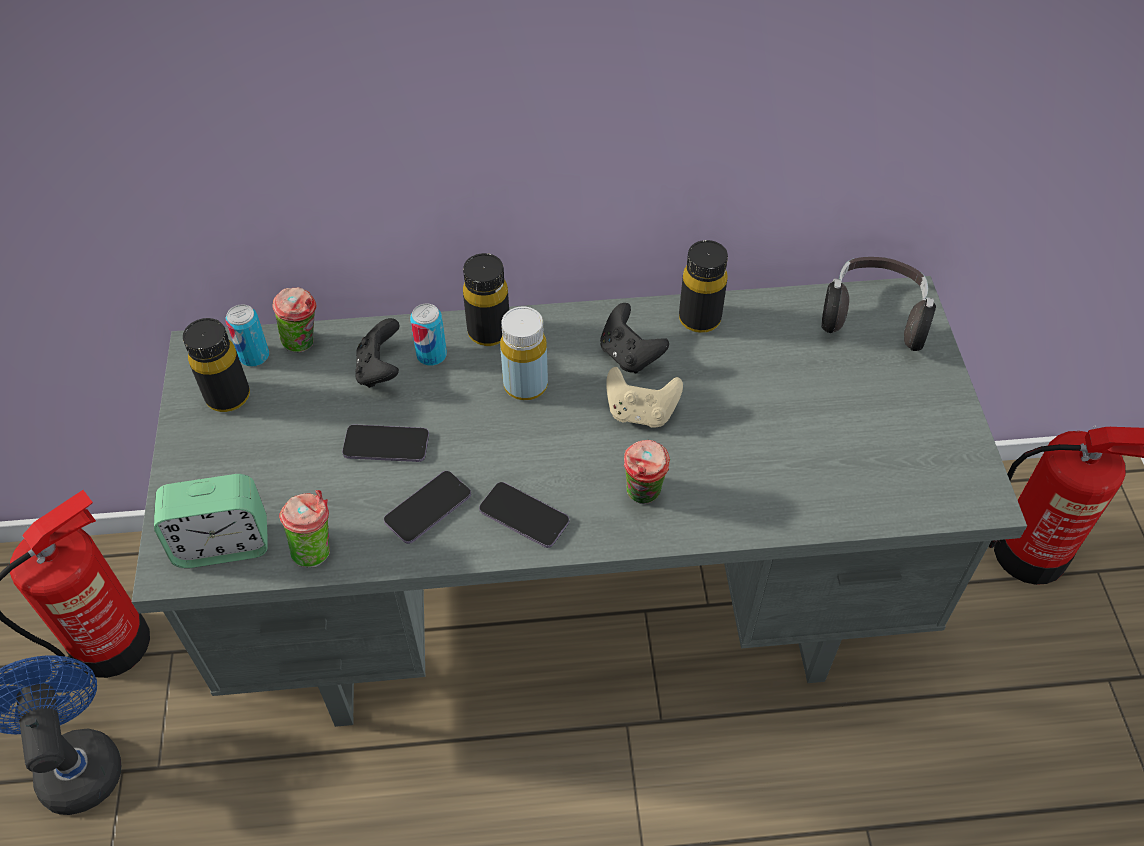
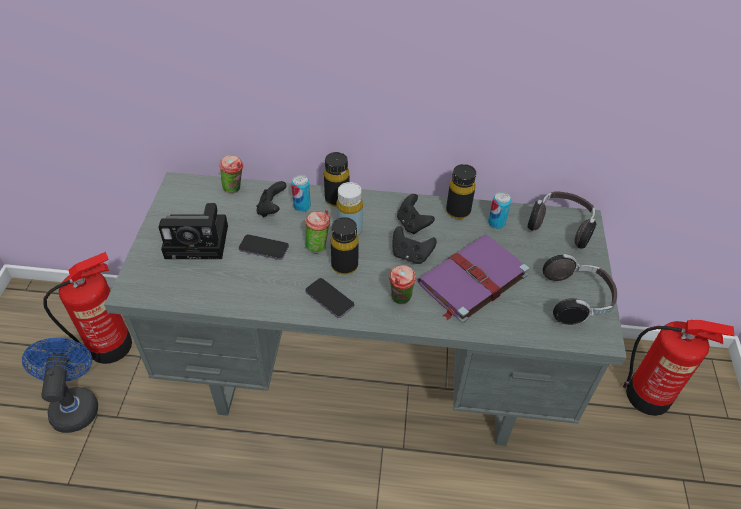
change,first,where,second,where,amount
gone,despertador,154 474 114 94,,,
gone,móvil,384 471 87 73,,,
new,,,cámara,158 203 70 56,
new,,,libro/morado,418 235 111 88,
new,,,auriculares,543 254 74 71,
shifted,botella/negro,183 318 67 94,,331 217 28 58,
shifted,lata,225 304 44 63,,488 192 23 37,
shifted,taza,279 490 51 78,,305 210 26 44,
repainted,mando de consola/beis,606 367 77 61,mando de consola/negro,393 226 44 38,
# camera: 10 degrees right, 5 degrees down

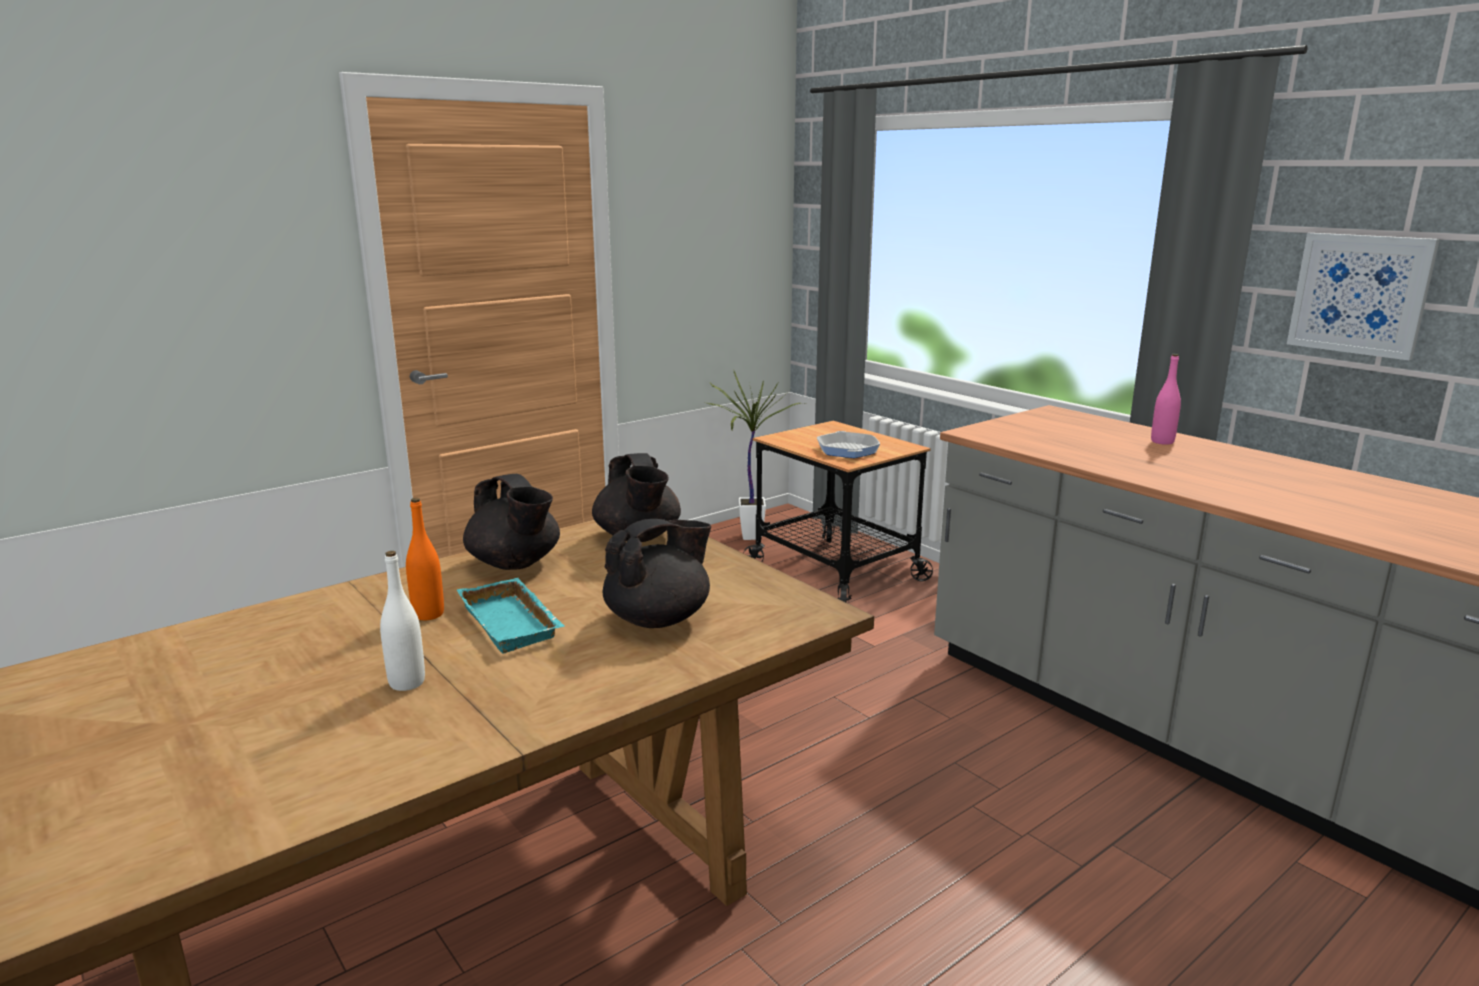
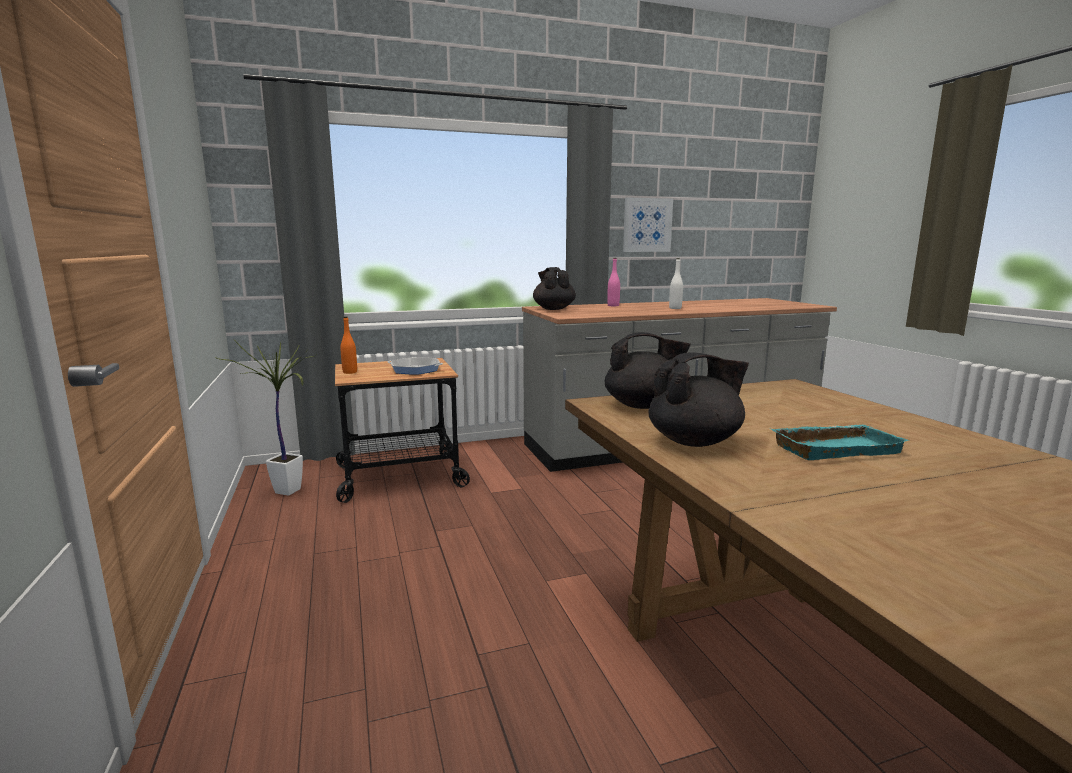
change,first,where,second,where,amount
shifted,botella/blanco,380 551 45 140,,669 258 14 51,
shifted,botella/naranja,406 498 38 122,,340 317 17 57,
shifted,tetera/negro,602 519 109 109,,533 267 43 43,
# camera: 70 degrees left, 5 degrees down

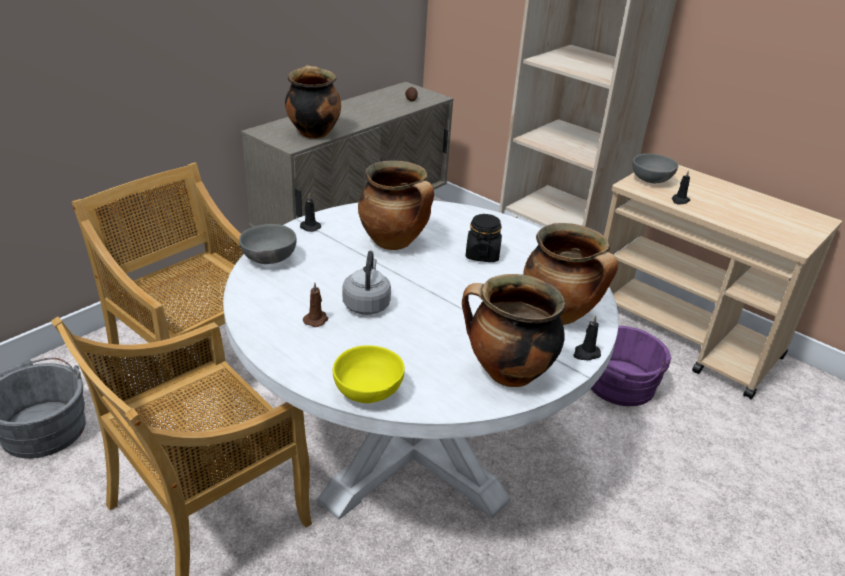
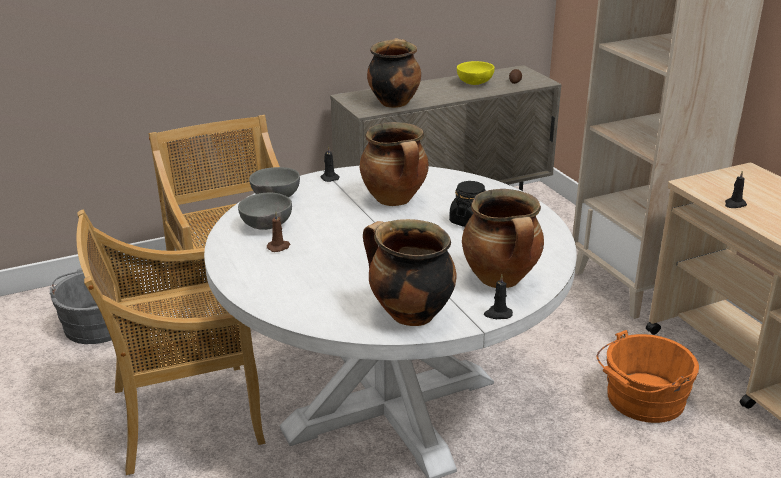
change,first,where,second,where,amount
gone,hervidor/gris,343 251 48 64,,,
shifted,cuenco/amarillo,333 345 72 58,,457 61 38 24,
shifted,cuenco/gris,632 154 46 29,,238 192 54 38,
repainted,cubo/morado,590 326 82 80,cubo/naranja,597 330 102 93,
# camera: 25 degrees right, 5 degrees down

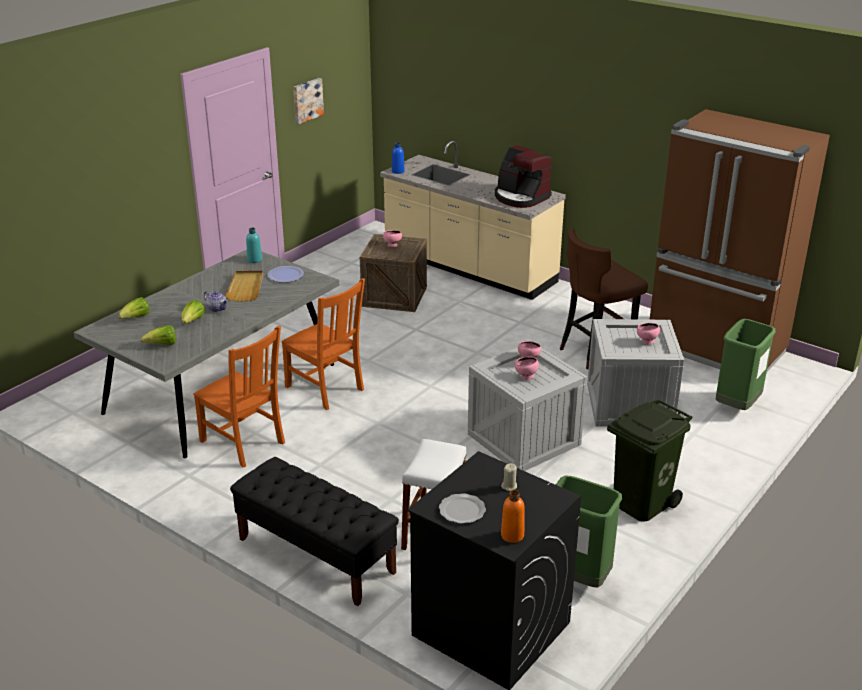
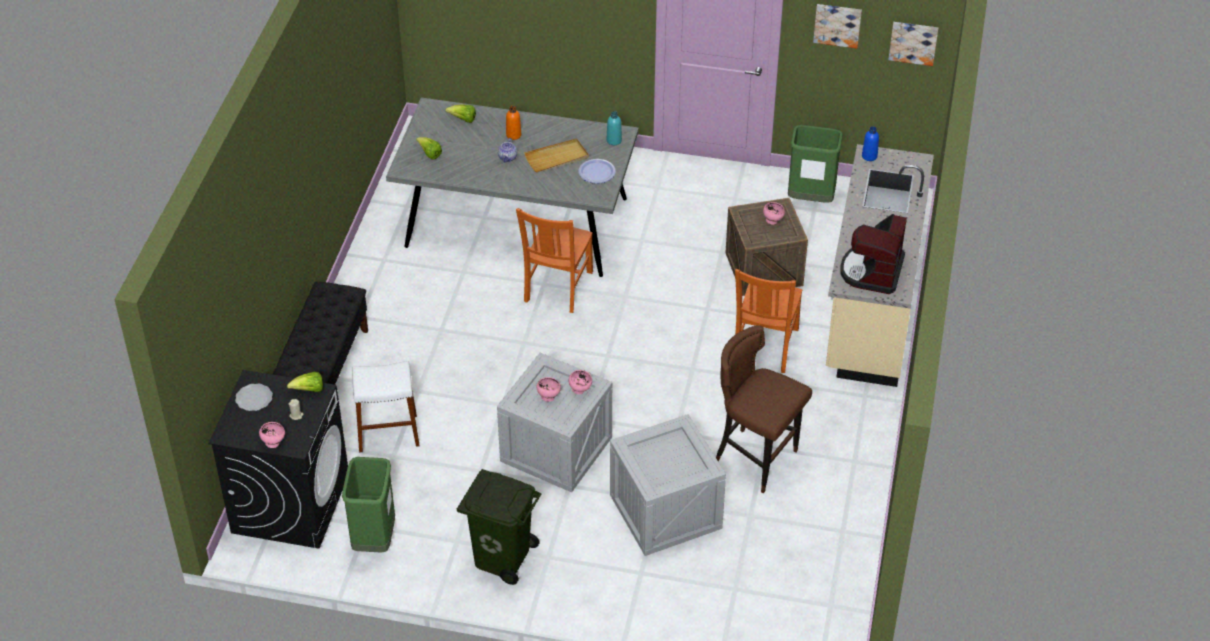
change,first,where,second,where,amount
gone,nevera/marrón,650 109 180 264,,,
new,,,cuadro,888 22 51 44,
shifted,lechuga,181 300 24 24,,287 372 36 20,
shifted,silla/naranja,193 326 92 141,,735 269 67 104,
shifted,botella/naranja,501 490 24 53,,506 106 15 34,
shifted,cuenco/rosa,637 323 23 21,,259 422 26 26,
shifted,papelera/verde,716 319 60 91,,788 125 55 78,
# camera: 65 degrees right, 15 degrees up

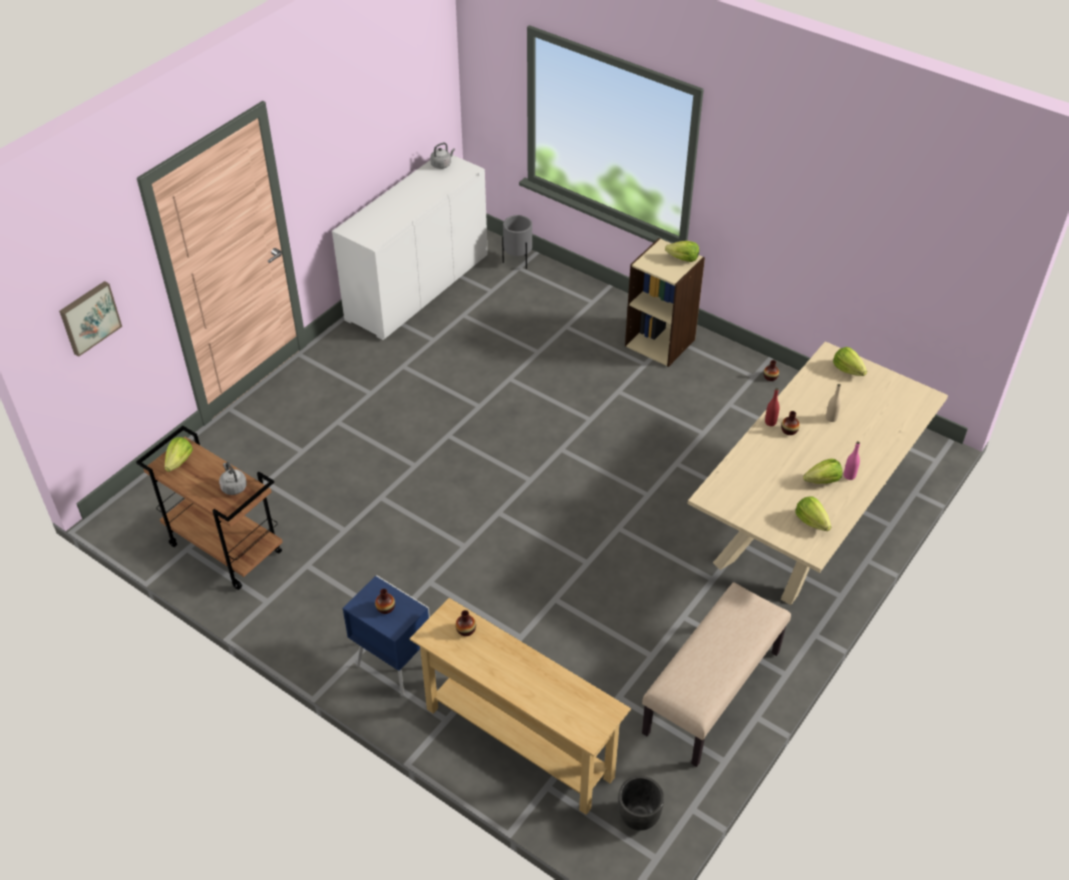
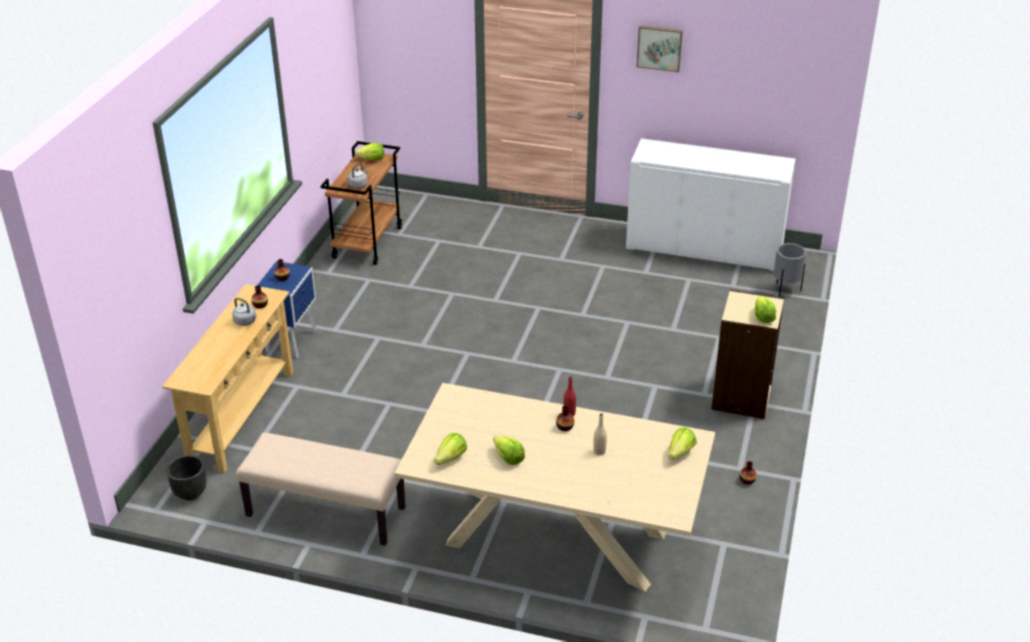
change,first,where,second,where,amount
gone,botella/rosa,844 441 16 39,,,
shifted,cuadro,59 281 63 76,,637 25 46 47,
shifted,hervidor/gris,430 143 25 26,,232 298 25 28,
# camera: 70 degrees right, 10 degrees down

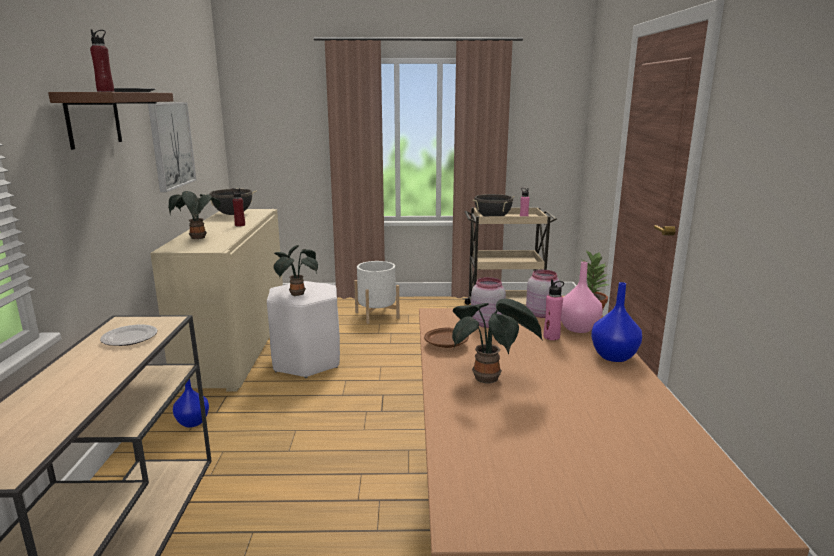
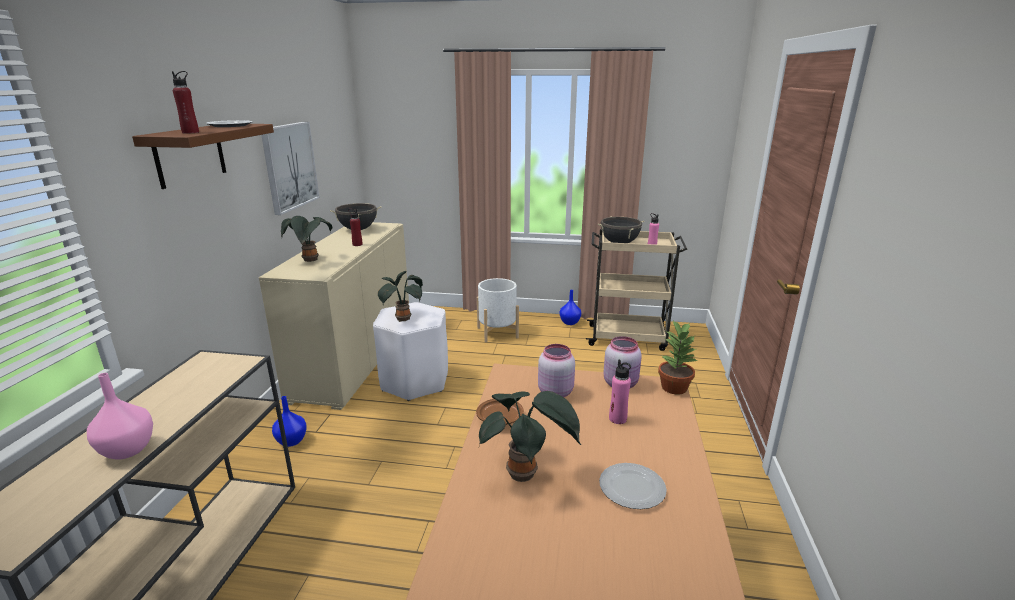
change,first,where,second,where,amount
shifted,plato,100 324 57 22,,599 463 68 46,
shifted,florero/rosa,561 261 42 72,,87 373 66 87,
shifted,florero/azul,591 282 51 80,,560 290 21 35,
# camera: 10 degrees right, 5 degrees up

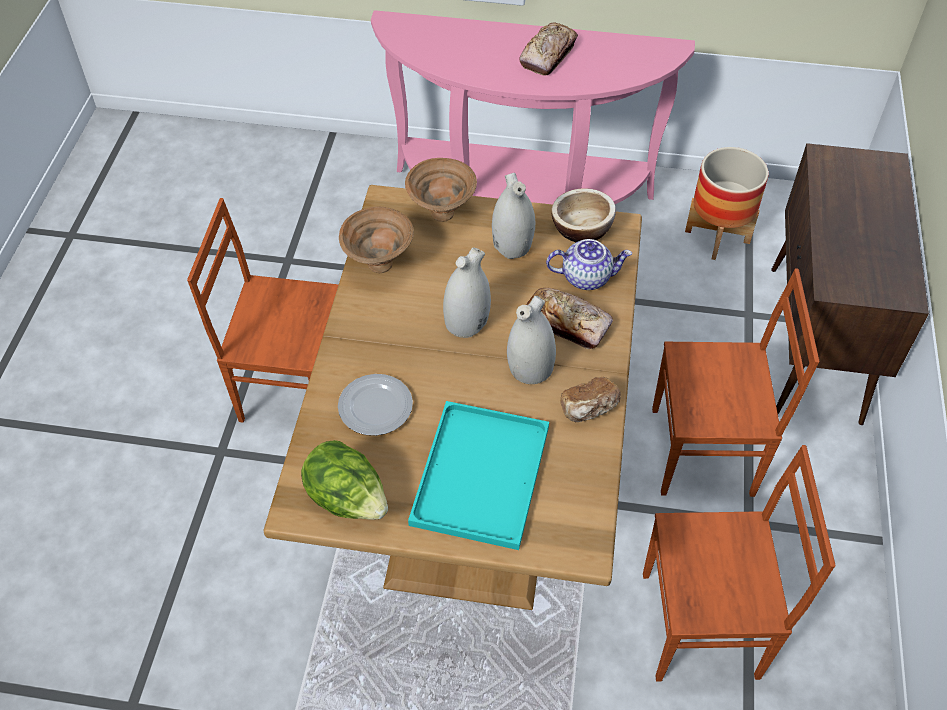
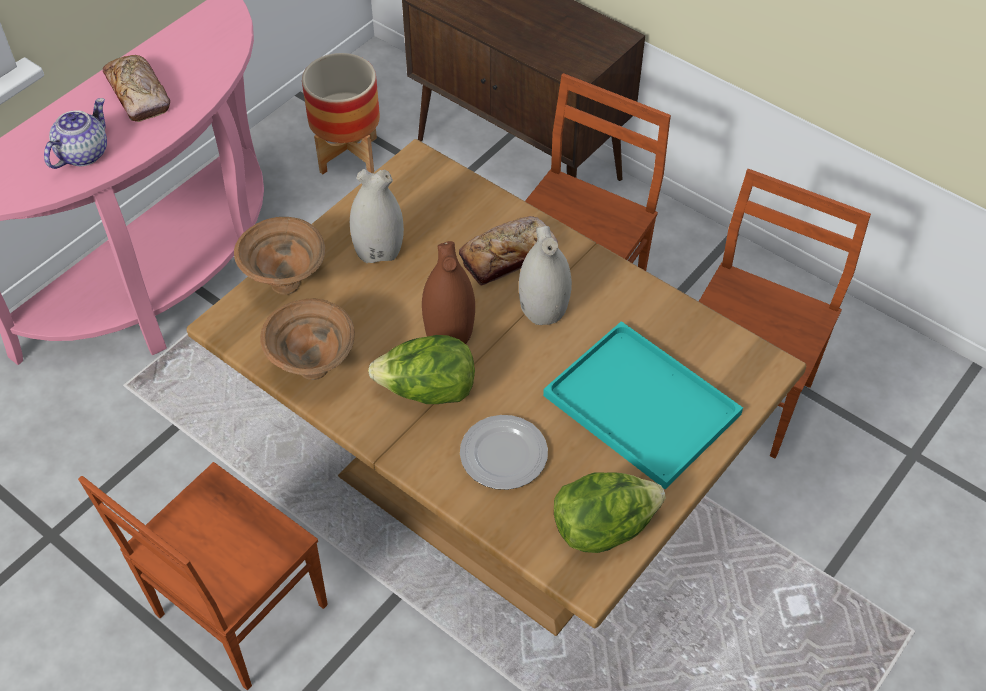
change,first,where,second,where,amount
gone,cuenco,551 188 65 54,,,
gone,pan,560 377 61 45,,,
new,,,lechuga,368 335 107 69,
shifted,tetera,546 239 86 51,,44 98 63 71,
repainted,florero/blanco,443 247 48 91,florero/marrón,422 241 53 103,
# camera: 60 degrees left, 0 degrees up

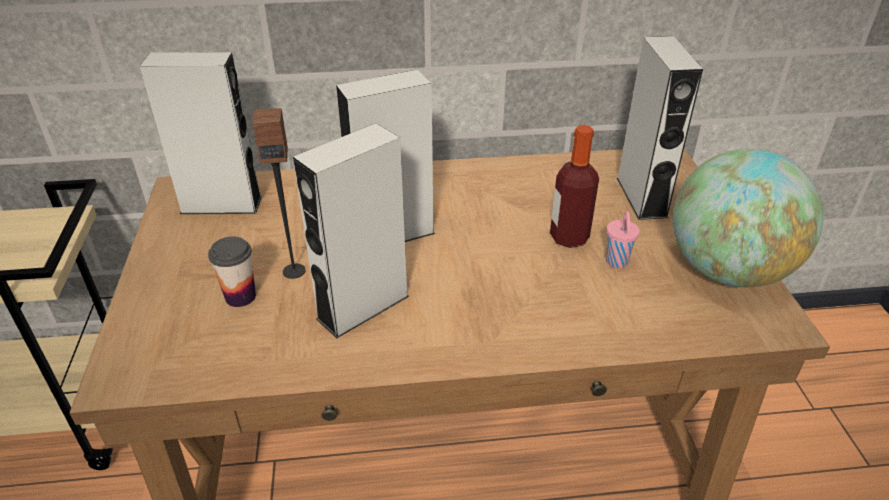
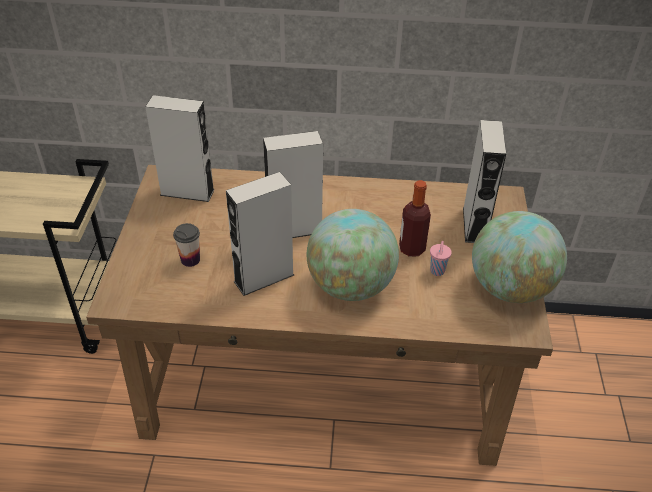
change,first,where,second,where,amount
gone,altavoz,253 108 53 171,,,
new,,,globo terráqueo,307 209 92 92,
# camera: 10 degrees right, 5 degrees up

